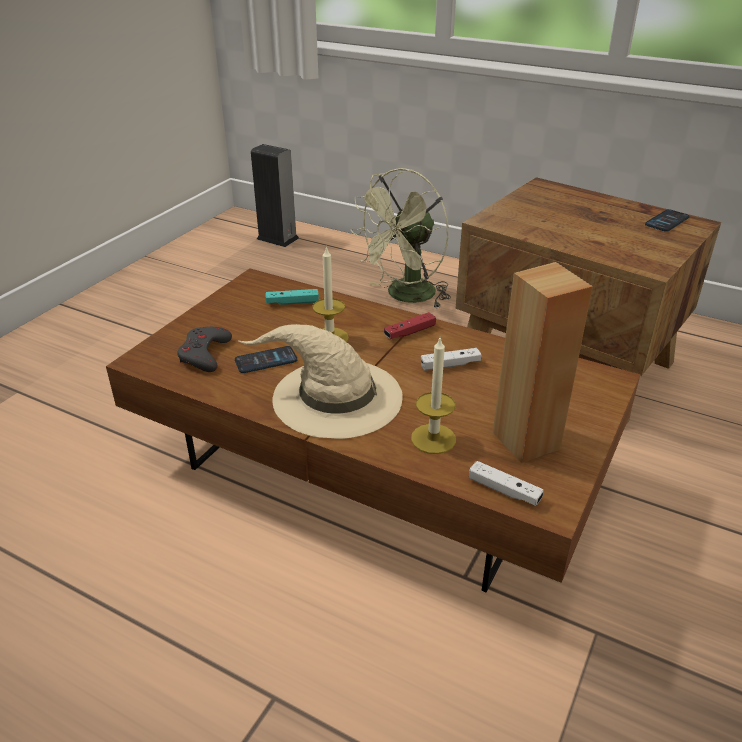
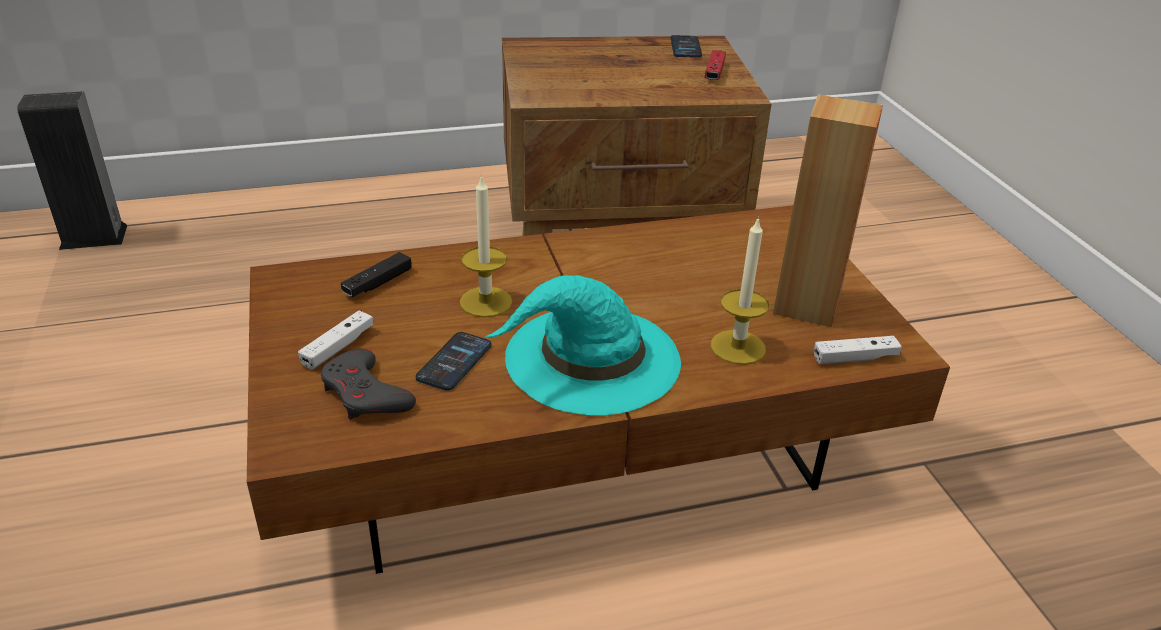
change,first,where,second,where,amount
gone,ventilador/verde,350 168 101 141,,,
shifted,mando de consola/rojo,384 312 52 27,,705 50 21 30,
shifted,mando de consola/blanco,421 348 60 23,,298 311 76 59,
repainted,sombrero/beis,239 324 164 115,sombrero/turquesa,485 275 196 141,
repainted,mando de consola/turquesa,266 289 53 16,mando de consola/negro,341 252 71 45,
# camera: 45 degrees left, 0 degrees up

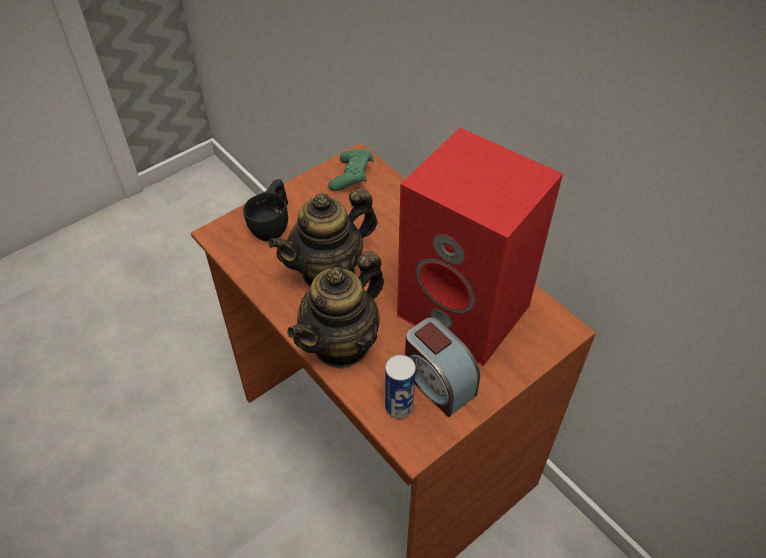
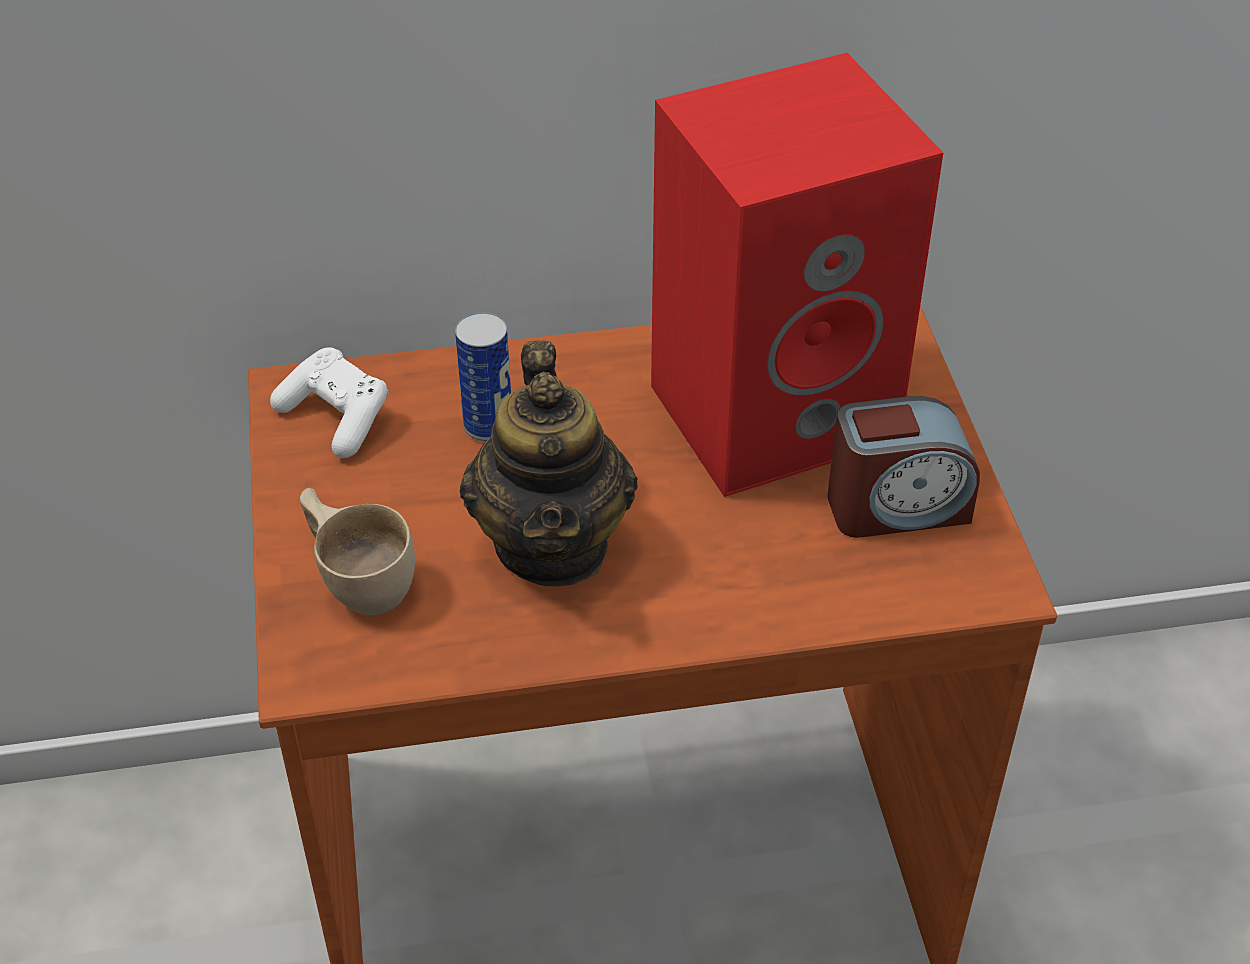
change,first,where,second,where,amount
gone,tetera,287 251 97 118,,,
shifted,lata,385 354 31 65,,455 312 56 130,
repainted,taza/negro,243 179 45 62,taza/beis,300 488 115 127,
repainted,mando de consola/verde,328 149 46 42,mando de consola/blanco,270 347 119 111,
# camera: 60 degrees left, 5 degrees down

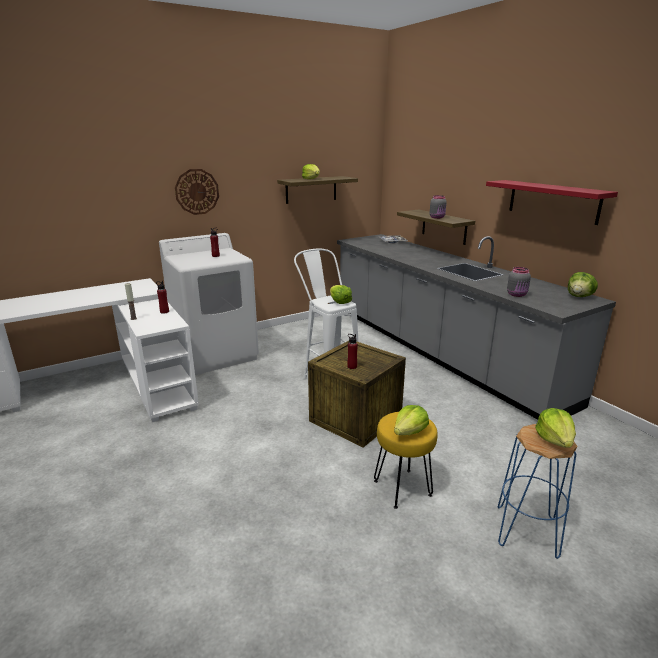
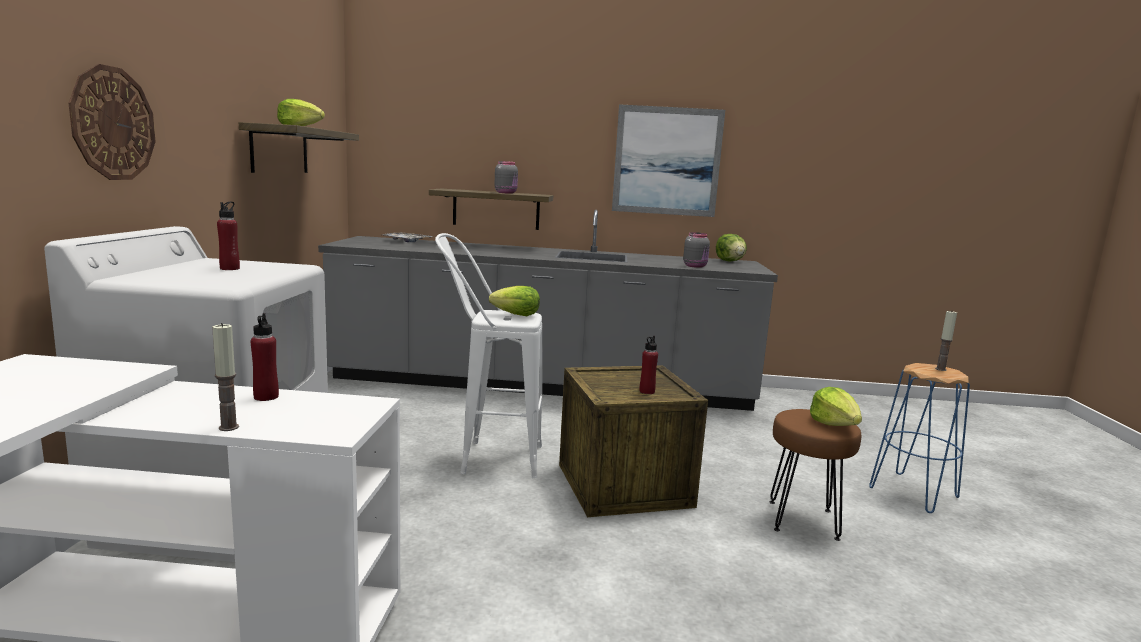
change,first,where,second,where,amount
swapped,estante/rojo,486 180 132 45,cuadro,612 104 113 113,
swapped,lechuga,535 408 41 40,vela,935 311 22 60,
repainted,taburete/amarillo,374 412 64 97,taburete/marrón,770 409 91 132,
# camera: 55 degrees left, 10 degrees down

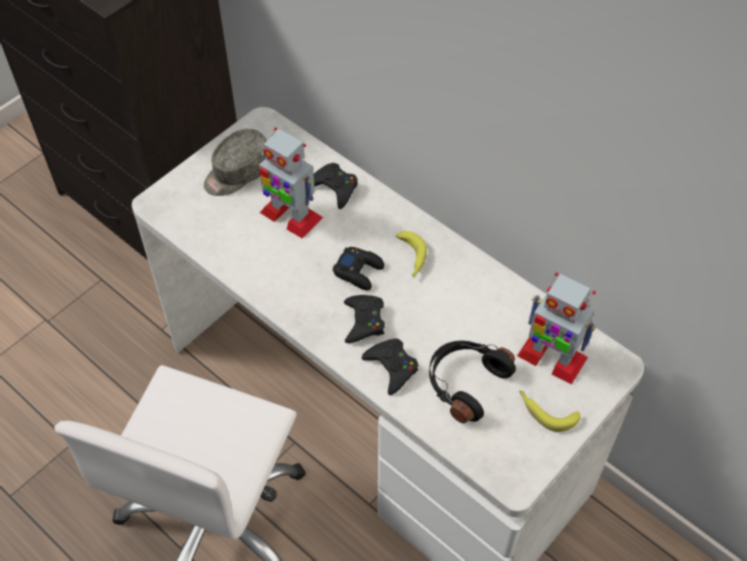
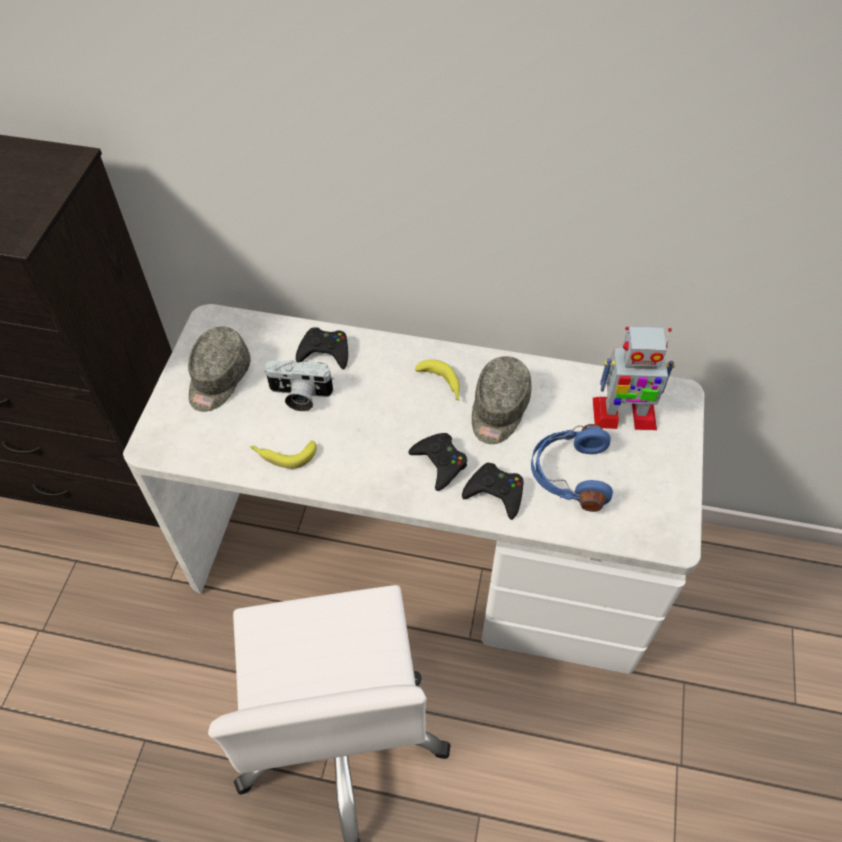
change,first,where,second,where,amount
gone,mando de consola/negro,333 247 51 44,,,
new,,,gorra/gris,472 356 60 88,
shifted,plátano,519 390 62 42,,250 440 67 29,
swapped,robot de juguete,259 127 64 112,cámara,264 360 70 51,
repainted,auriculares/negro,429 341 87 82,auriculares/azul,531 424 82 88,
# camera: 30 degrees left, 0 degrees up

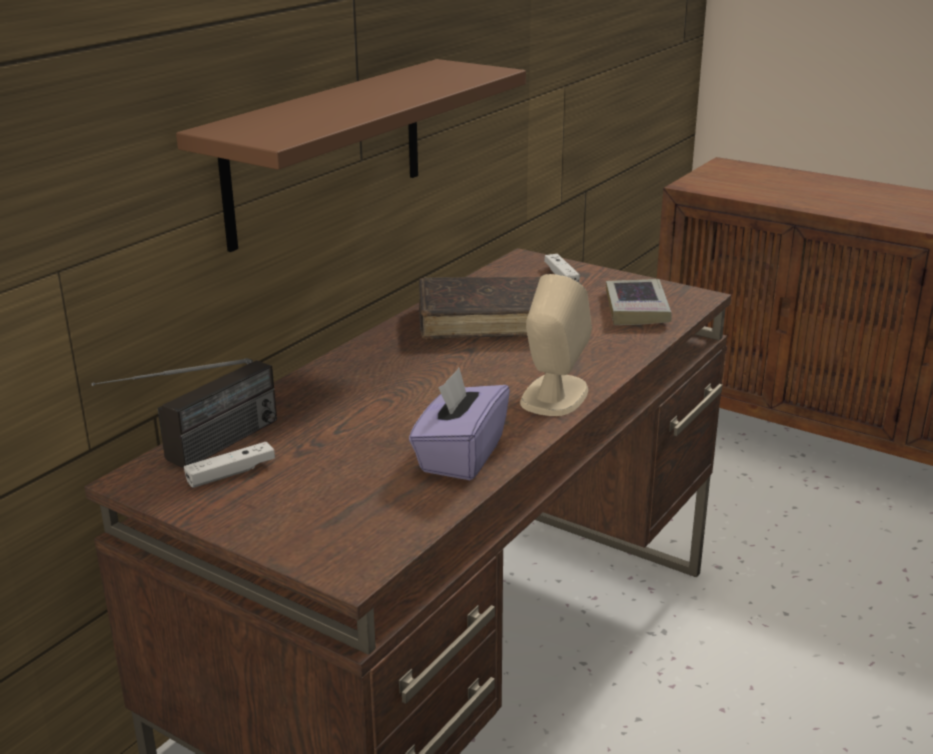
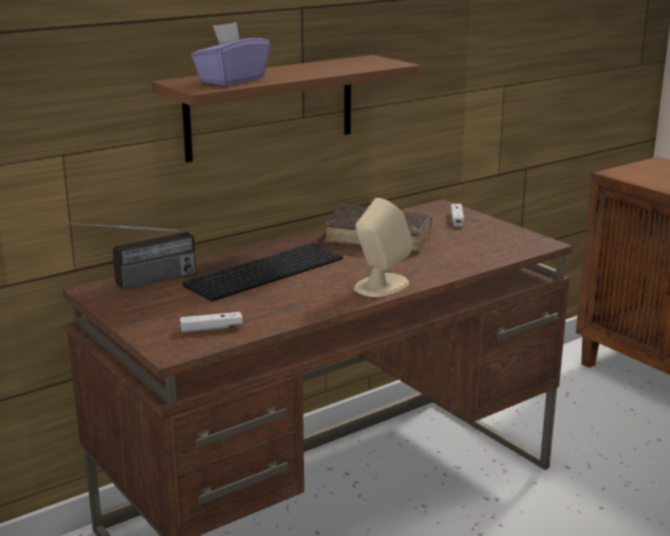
change,first,where,second,where,amount
gone,libro,606 279 66 46,,,
new,,,teclado,182 243 161 58,
shifted,mando de consola/blanco,184 442 91 46,,180 312 63 21,
shifted,caja de pañuelos/morado,409 368 101 112,,191 22 79 63,
# camera: 20 degrees right, 5 degrees down

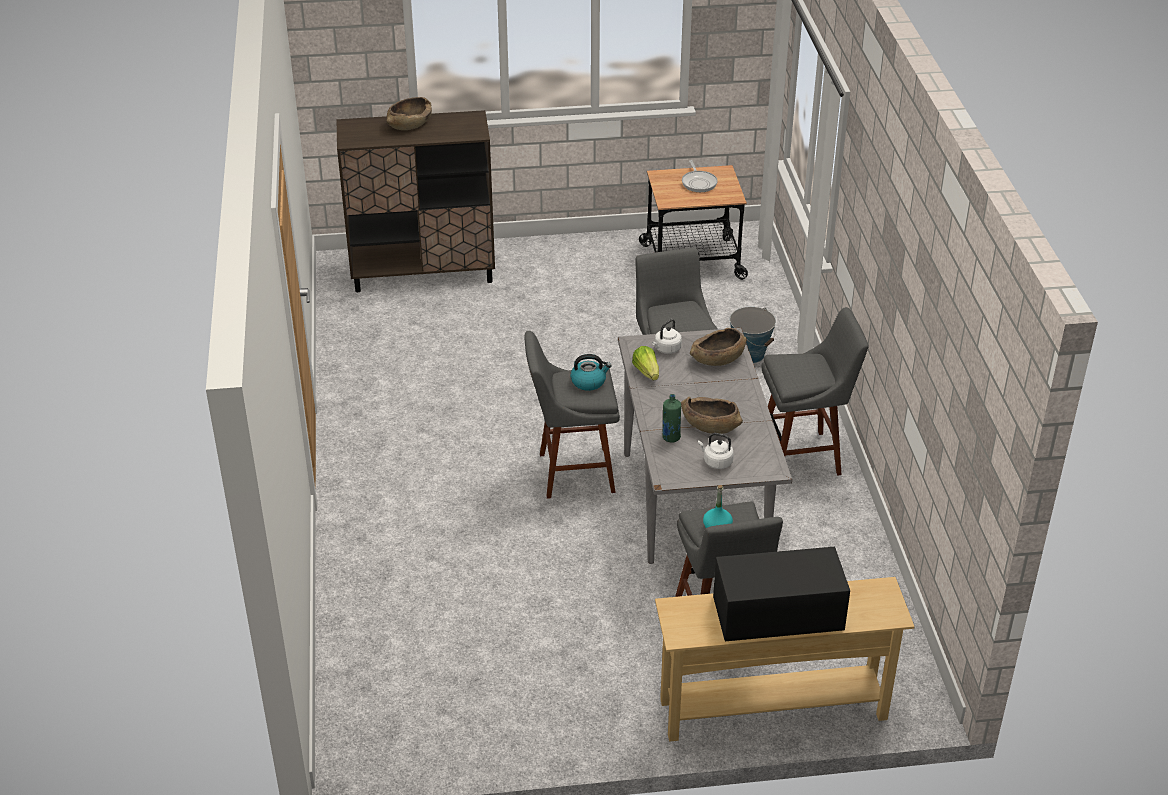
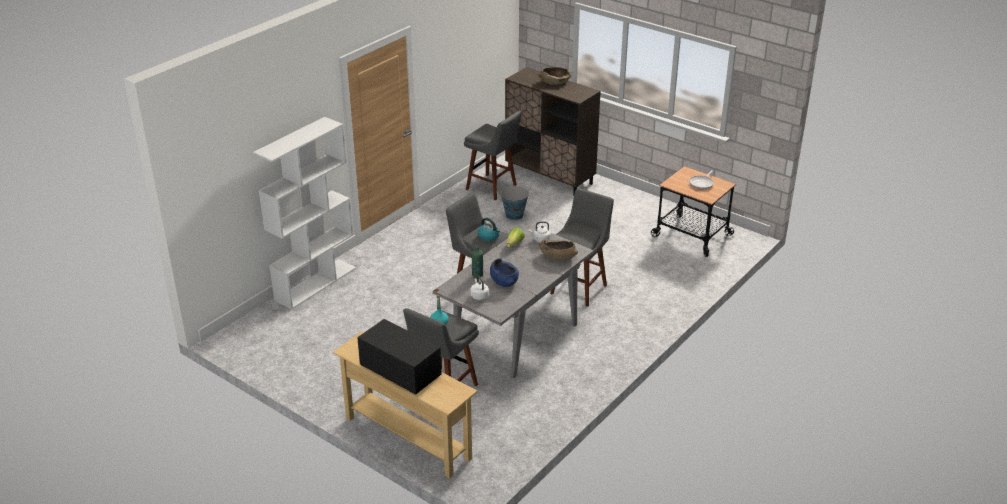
change,first,where,second,where,amount
new,,,estantería/blanco,253 117 103 193,
shifted,cubo,730 307 46 56,,500 186 29 34,
shifted,taburete/gris,762 307 106 169,,464 110 58 90,
repainted,cuenco/marrón,681 397 62 37,cuenco/azul,490 258 29 29,
# camera: 45 degrees right, 5 degrees down

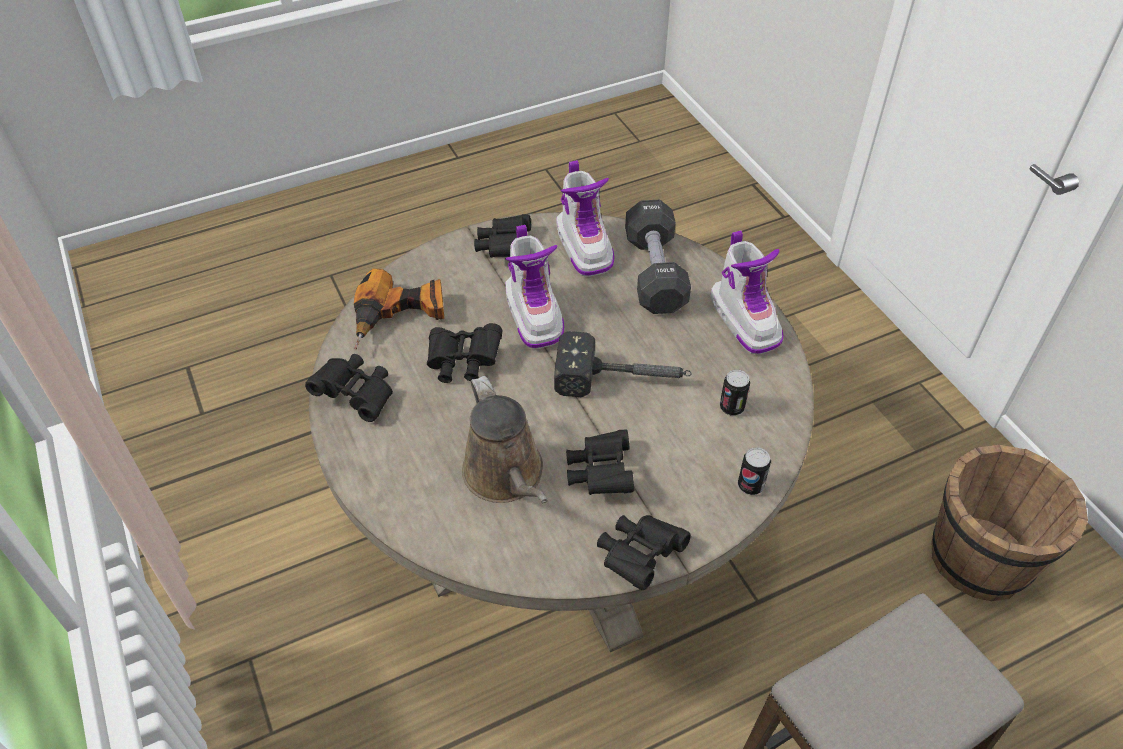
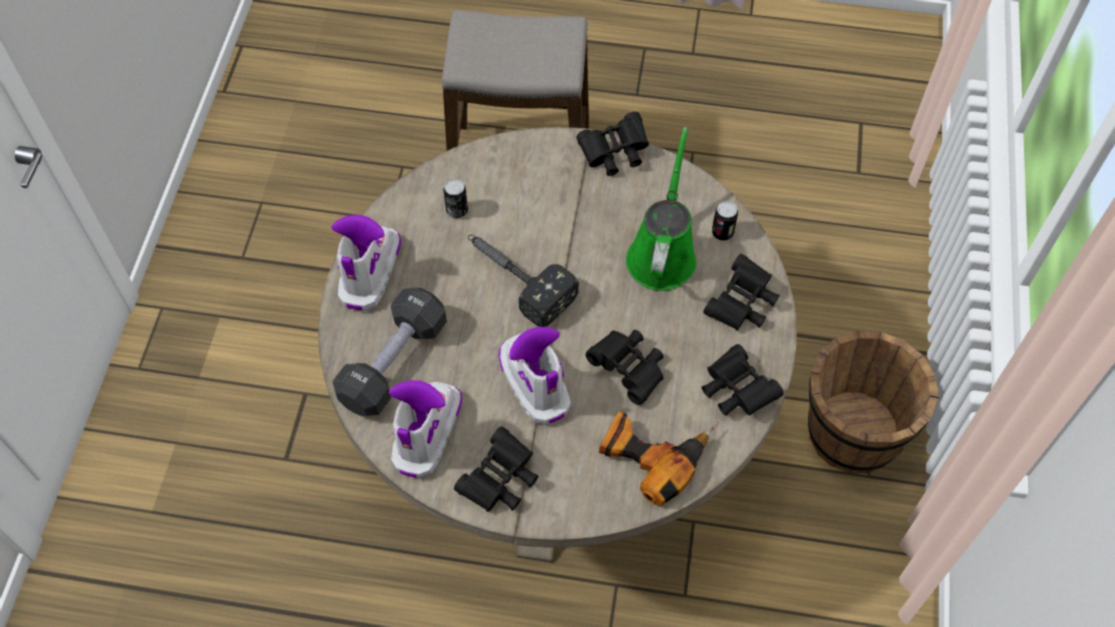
change,first,where,second,where,amount
shifted,prismáticos/negro,566 429 68 66,,703 254 77 77,
shifted,lata,738 447 33 48,,712 201 26 40,
shifted,cubo/marrón,931 445 157 156,,808 331 131 142,
repainted,regadera/marrón,462 376 86 127,regadera/verde,626 127 71 164,
rotated,bota,505 225 59 124,,499 327 72 98,45 degrees counterclockwise
# camera: 145 degrees left, 10 degrees up

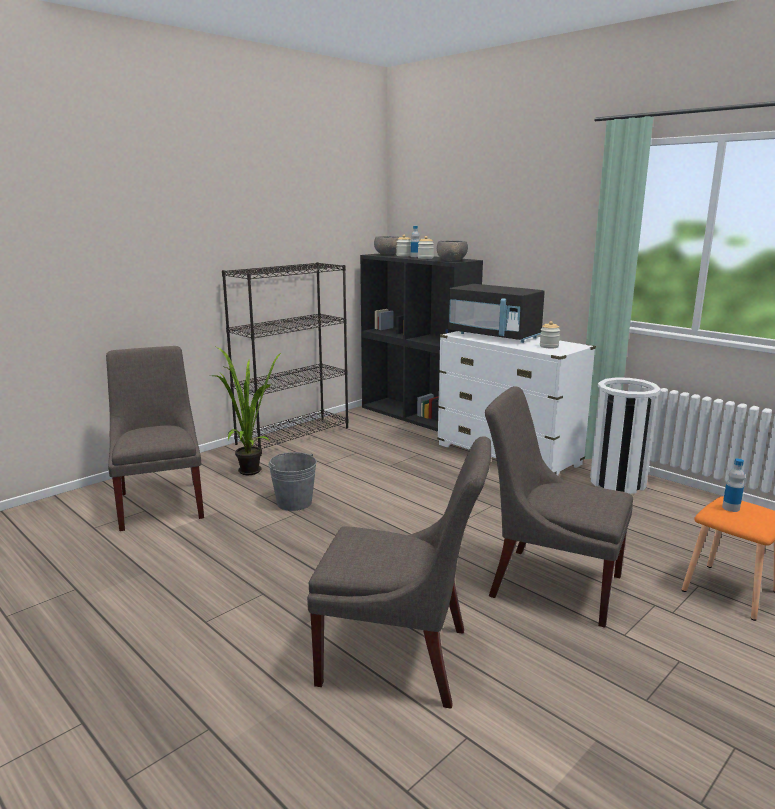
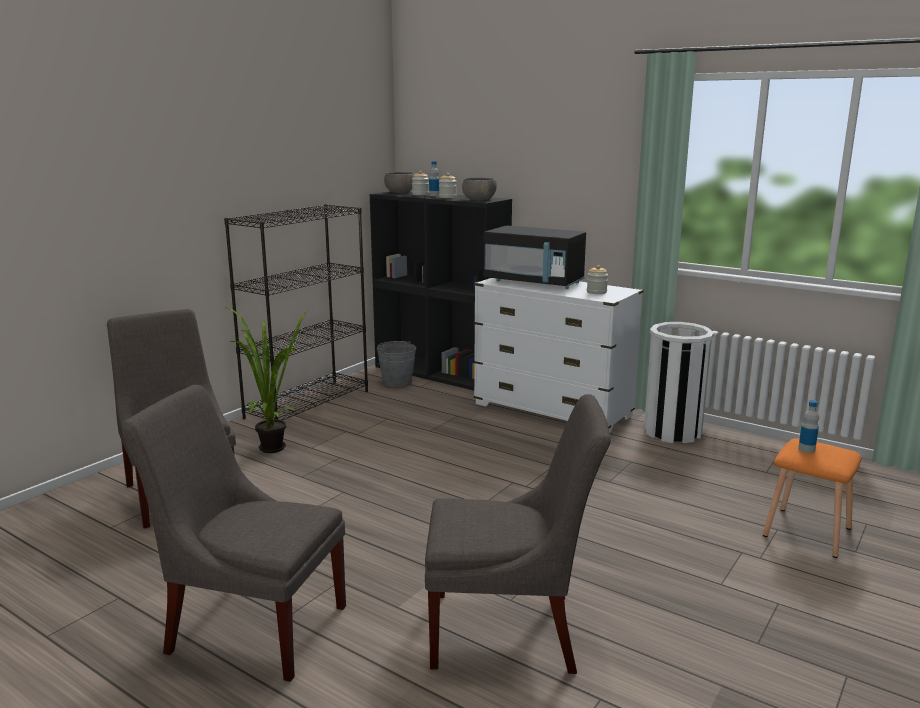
change,first,where,second,where,amount
shifted,cubo/gris,268 452 49 59,,377 341 39 46,
shifted,silla/gris,485 386 148 242,,122 385 224 297,
# camera: 10 degrees left, 0 degrees up

